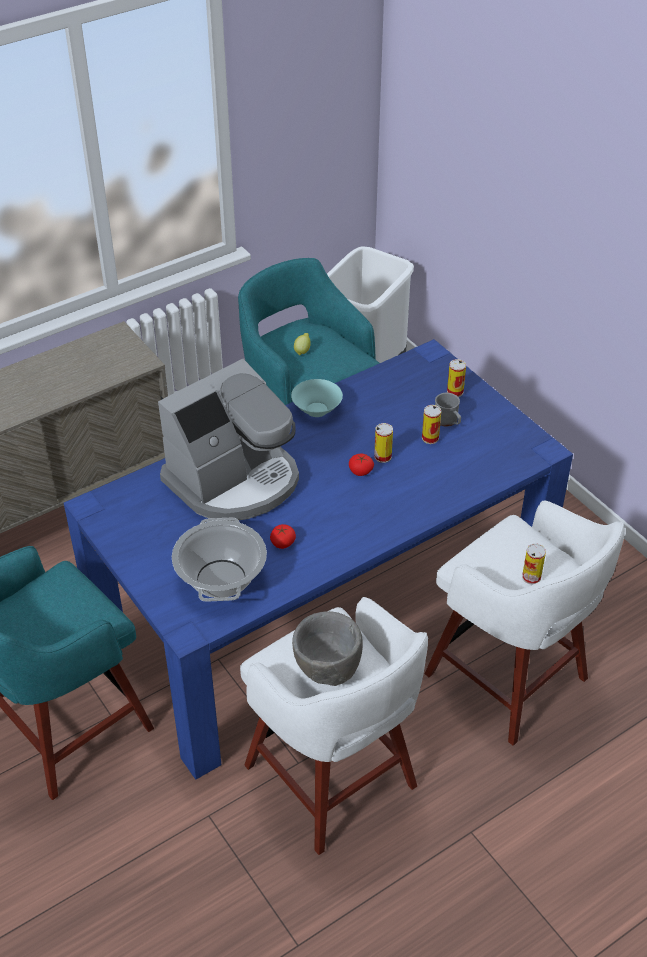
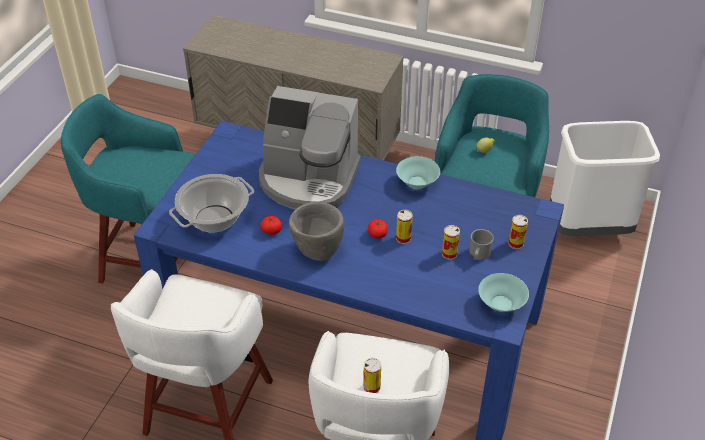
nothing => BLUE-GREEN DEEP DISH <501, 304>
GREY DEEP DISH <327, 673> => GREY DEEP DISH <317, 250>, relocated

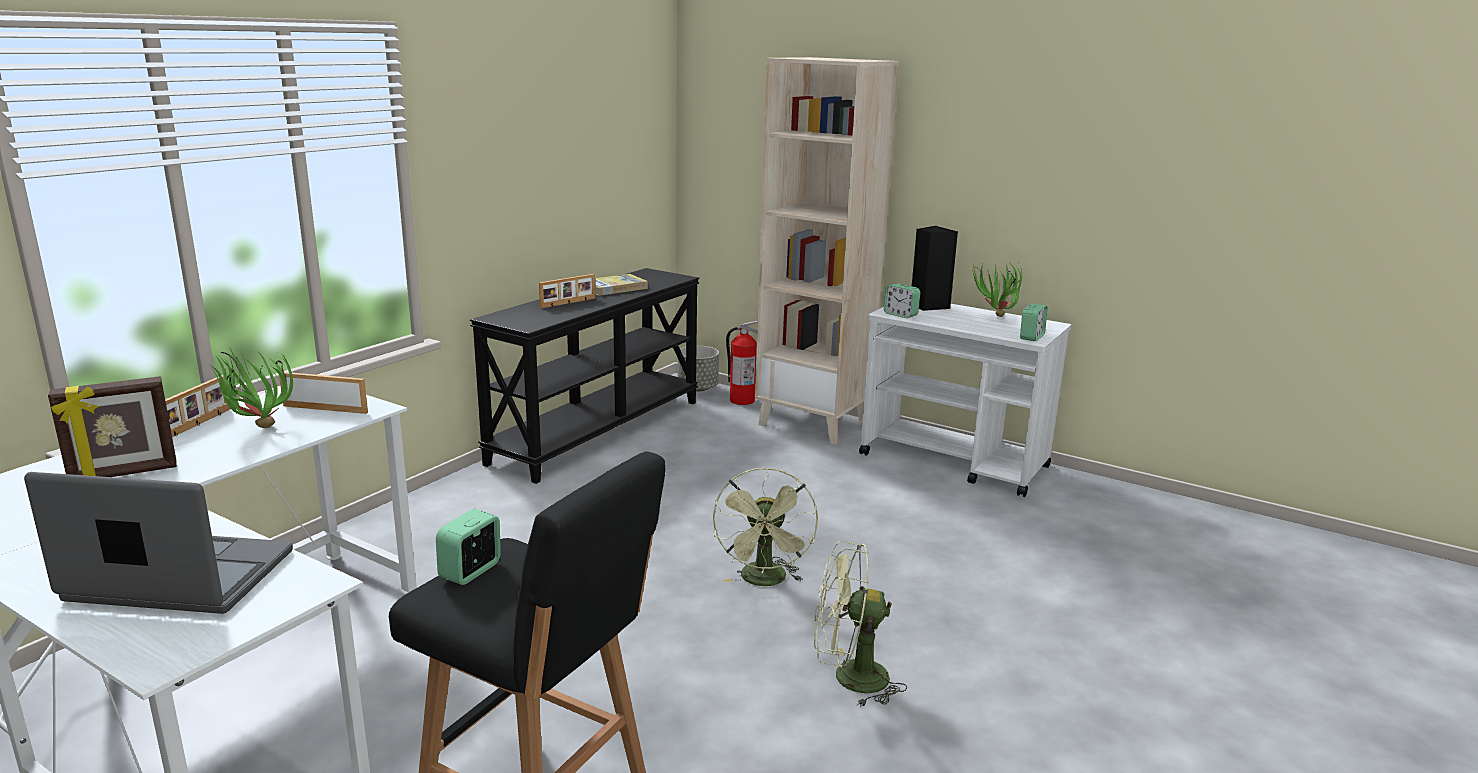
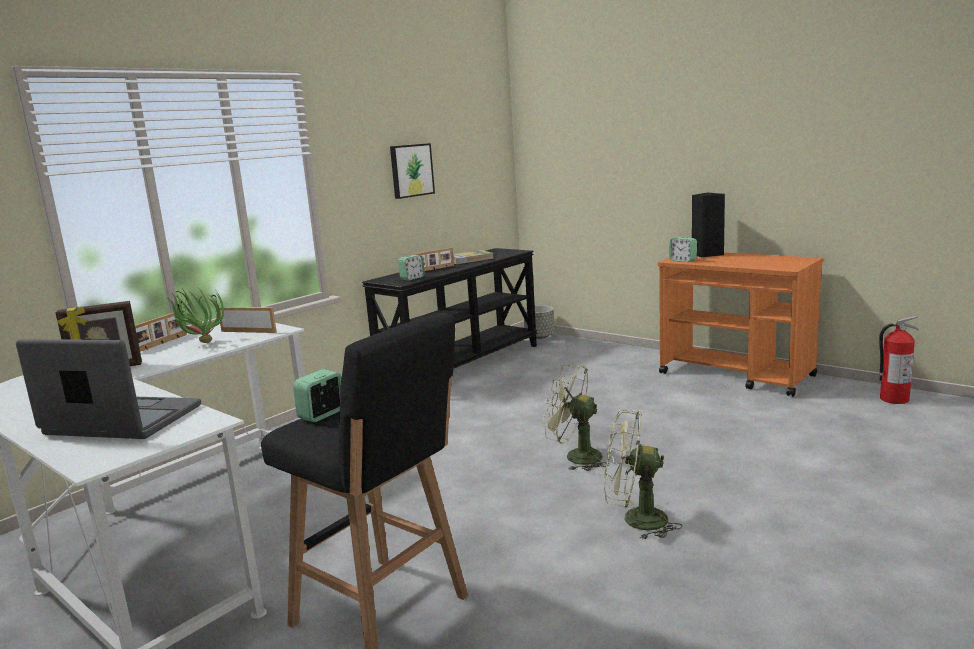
BEIGE-COLOURED BOOKSHELF <814, 423> => nothing
PLANT IN A POT <996, 318> => nothing
nothing => WALL ART <411, 170>
FIRE EXTINGUISHER <741, 400> => FIRE EXTINGUISHER <893, 399>, relocated
TABLE CLOCK <1031, 337> => TABLE CLOCK <412, 278>, relocated
WHITE TROLLEY <955, 461> => ORANGE-COLOURED TROLLEY <737, 375>
GREENISH ELECTRIC FAN <765, 581> => GREENISH ELECTRIC FAN <575, 457>, 105 degrees clockwise

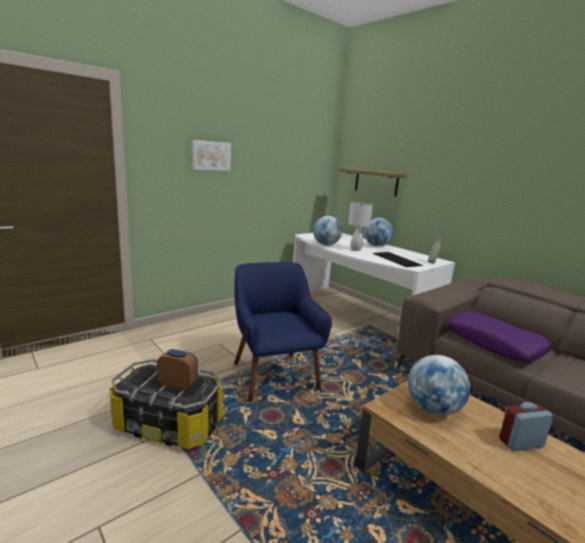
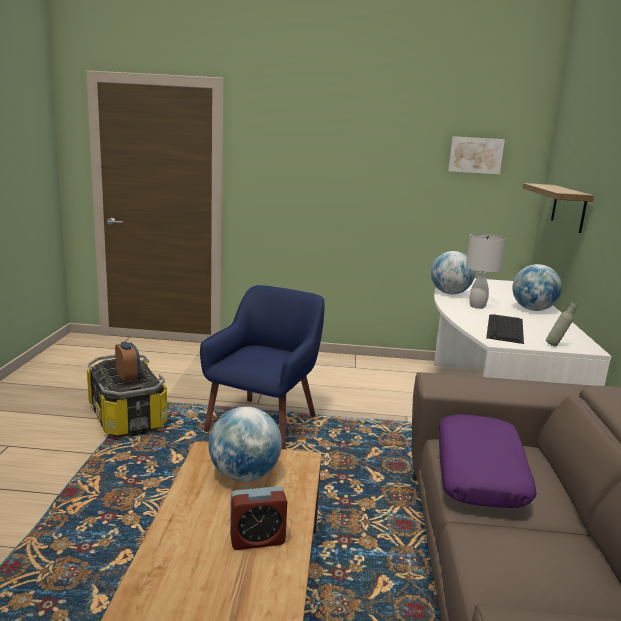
WALL ART <210, 155> => WALL ART <475, 155>, relocated
TABLE CLOCK <521, 443> => TABLE CLOCK <257, 540>, 135 degrees clockwise

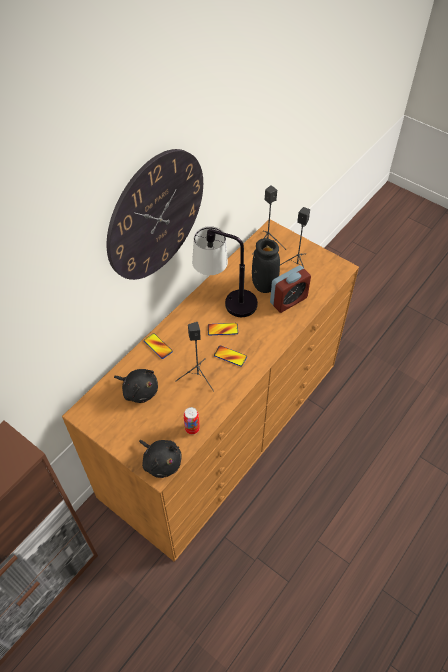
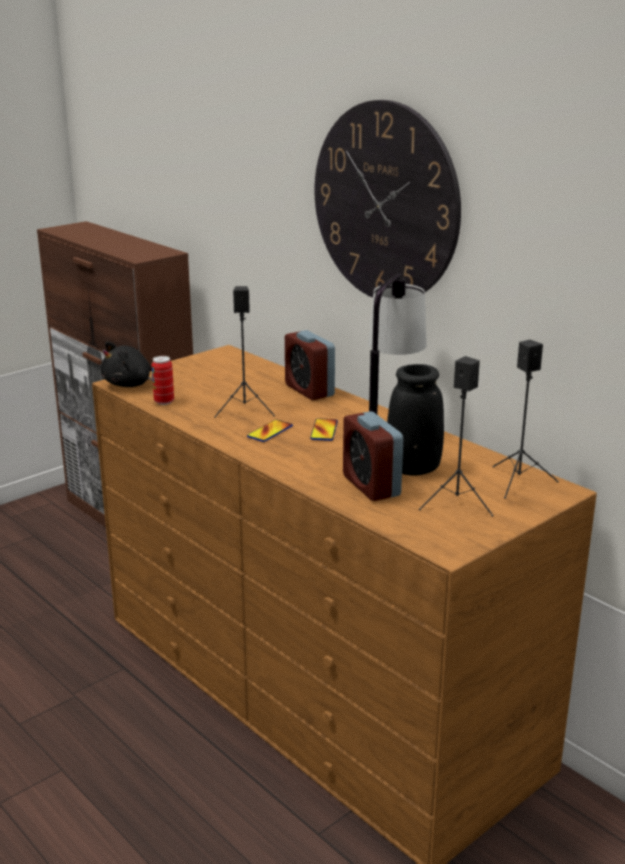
BLACK SOFT TOY <139, 390> => nothing
HANDSET <158, 346> => TABLE CLOCK <309, 390>

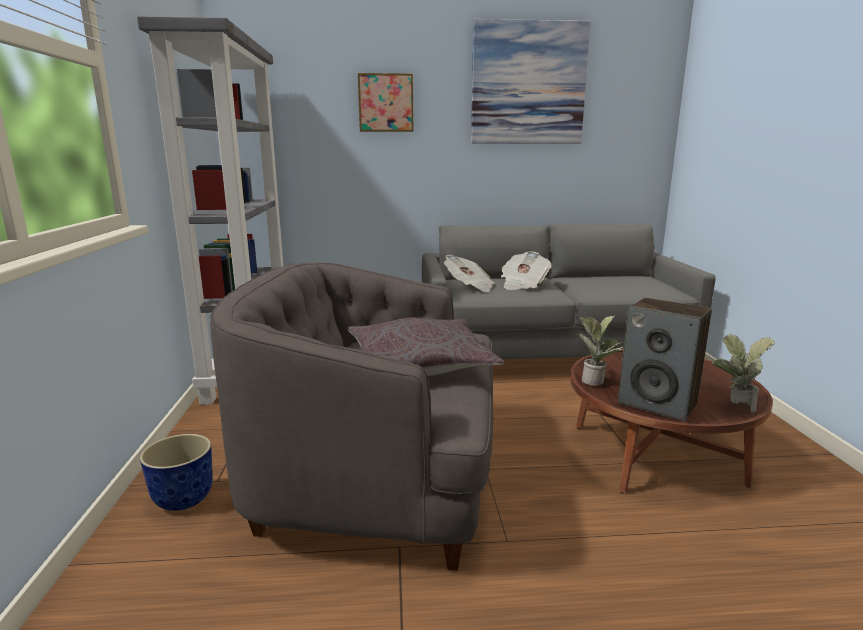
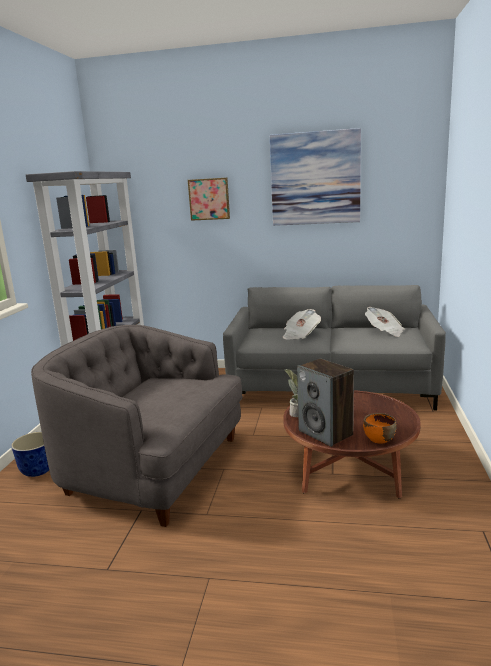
GREY PILLOW <419, 363> => nothing
NEWSPAPER <469, 287> => NEWSPAPER <384, 331>, relocated
PLANT IN A POT <735, 407> => ORANGE-COLOURED DEEP DISH <379, 439>

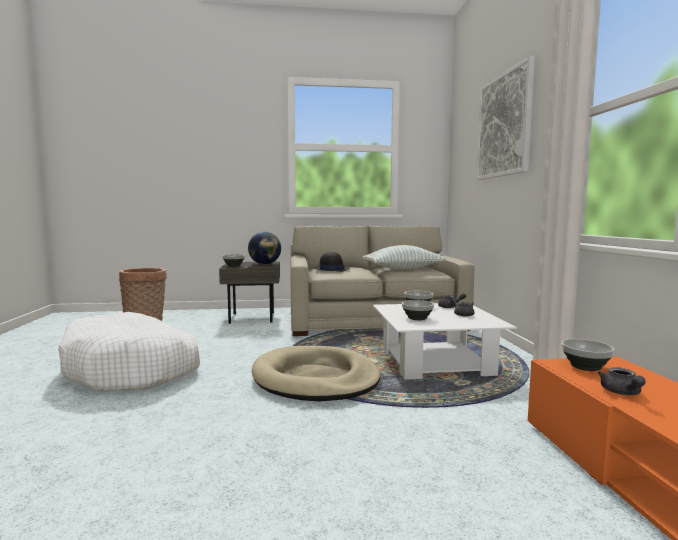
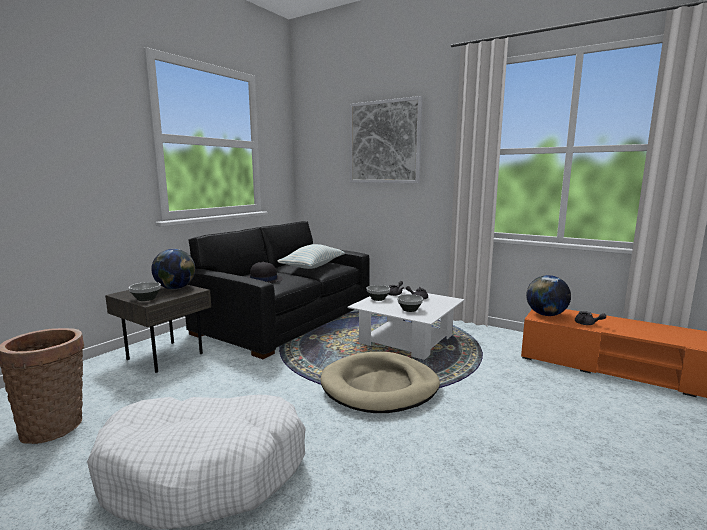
DEEP DISH <585, 366> => DESK GLOBE <546, 315>
BEIGE-COLOURED COUCH <373, 320> => BLACK COUCH <285, 319>

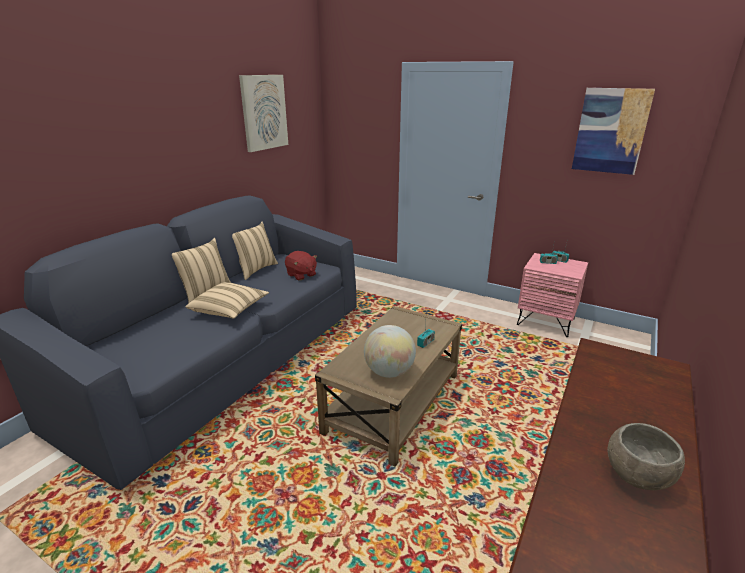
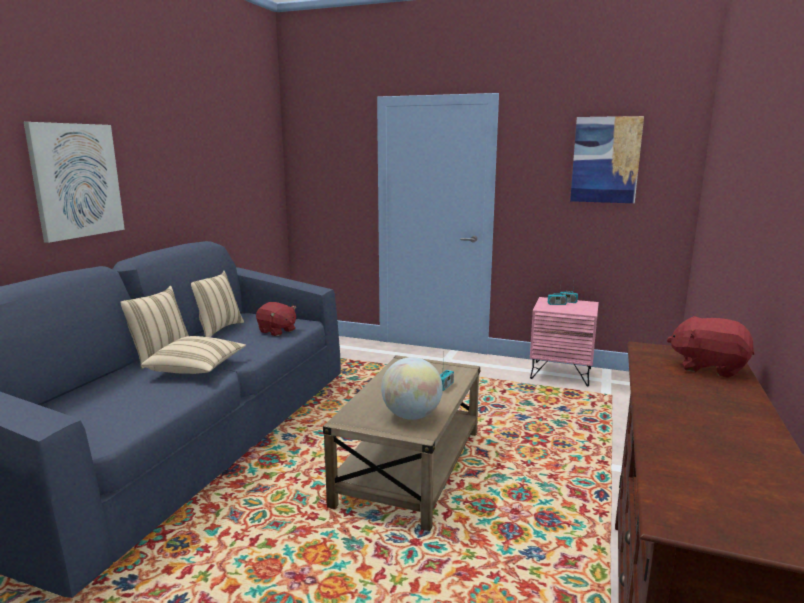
GREY DEEP DISH <637, 476> => nothing
nothing => RED SOFT TOY <708, 367>
WALL ART <264, 112> => WALL ART <76, 180>, relocated

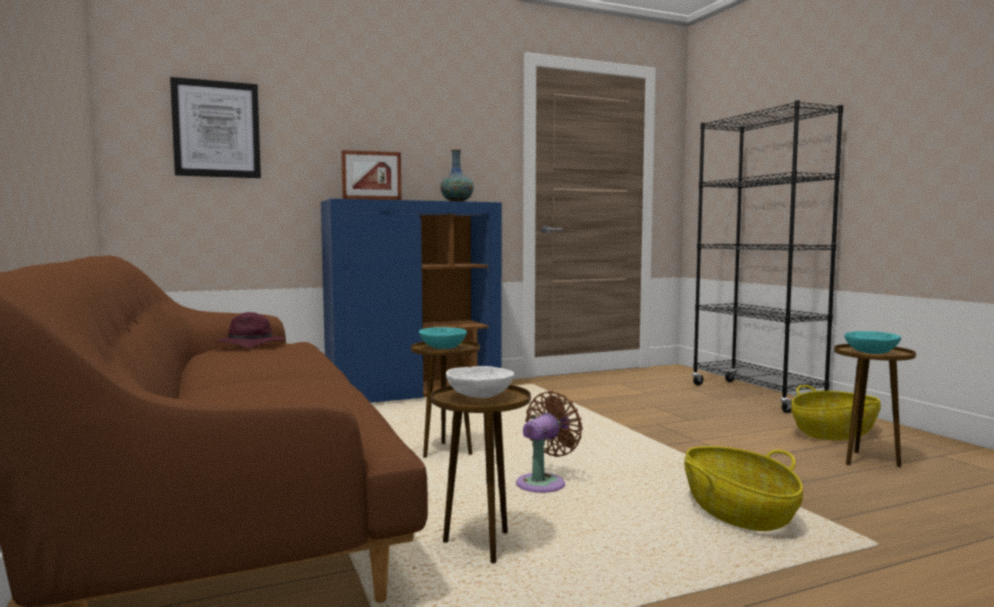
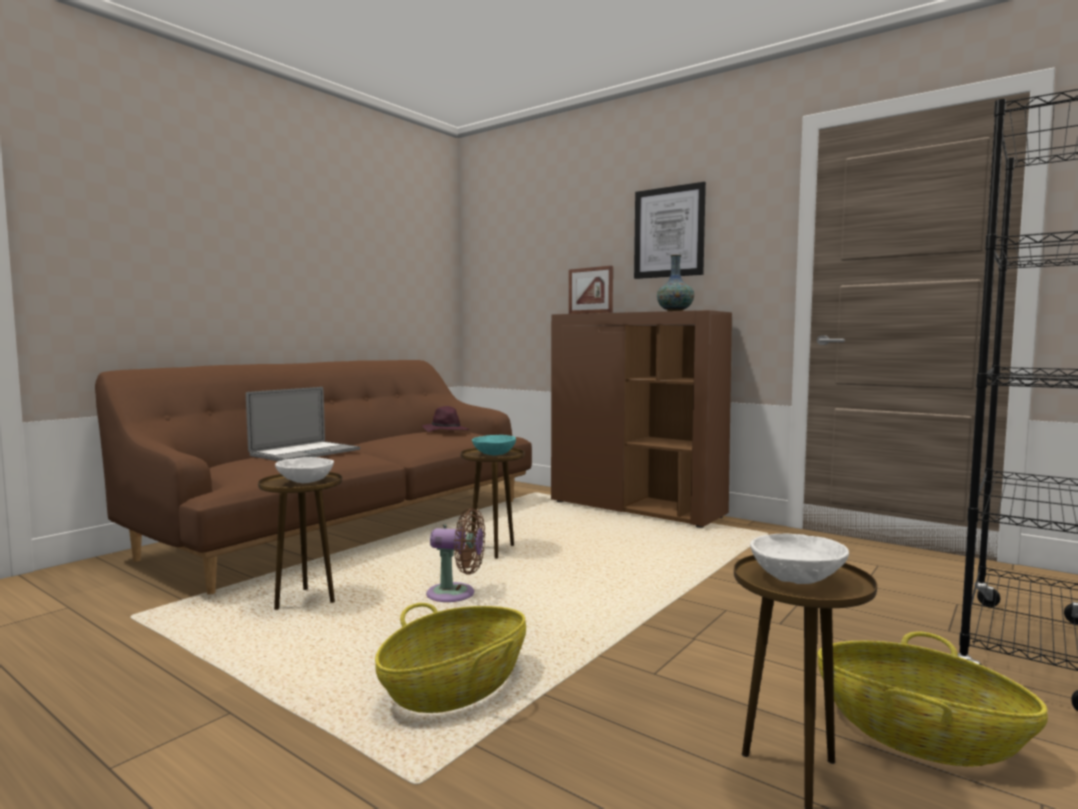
nothing => LAPTOP <305, 452>
WALL ART <216, 129> => WALL ART <669, 232>, relocated
BLUE-COLOURED CABINET <415, 395> => BROWNISH CABINET <637, 509>
BLUE-GREEN DEEP DISH <871, 353> => WHITE DEEP DISH <798, 578>

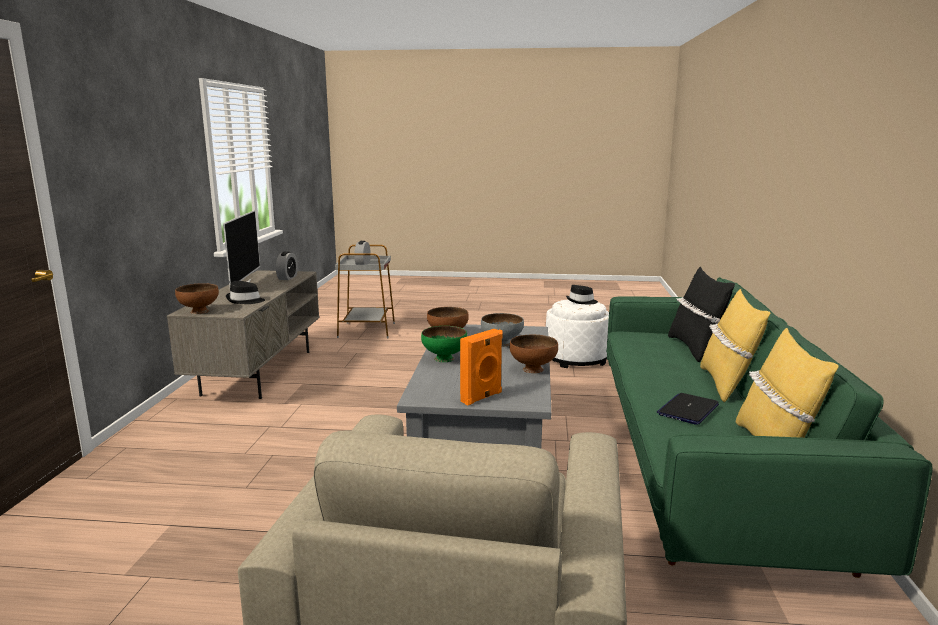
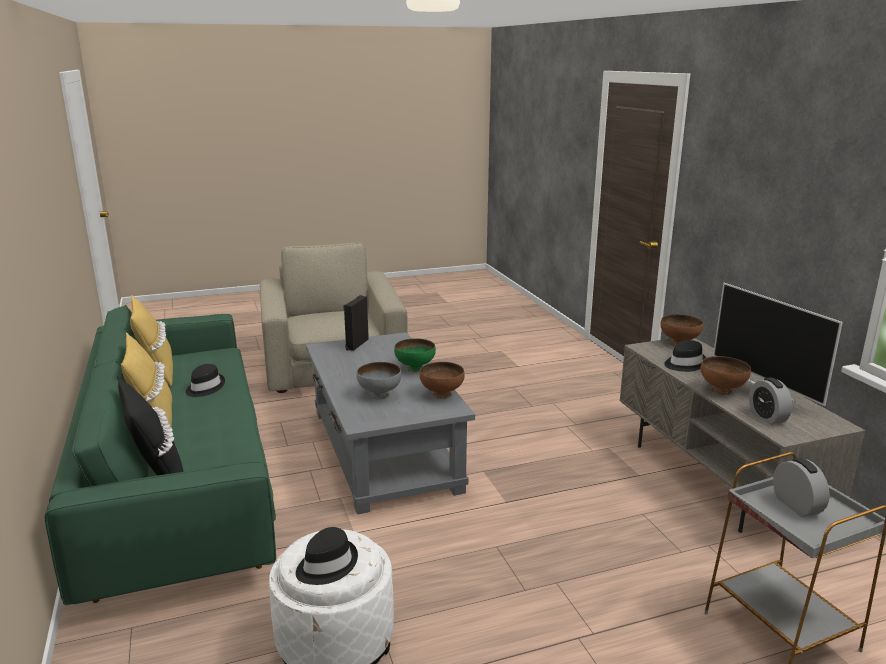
BROWNISH DEEP DISH <533, 369> => BROWNISH DEEP DISH <722, 391>, relocated
LAPTOP <688, 410> => BLACK CLOTHING HAT <204, 388>
ORANGE-COLOURED AUDIO SPEAKER <482, 397> => BLACK AUDIO SPEAKER <356, 344>

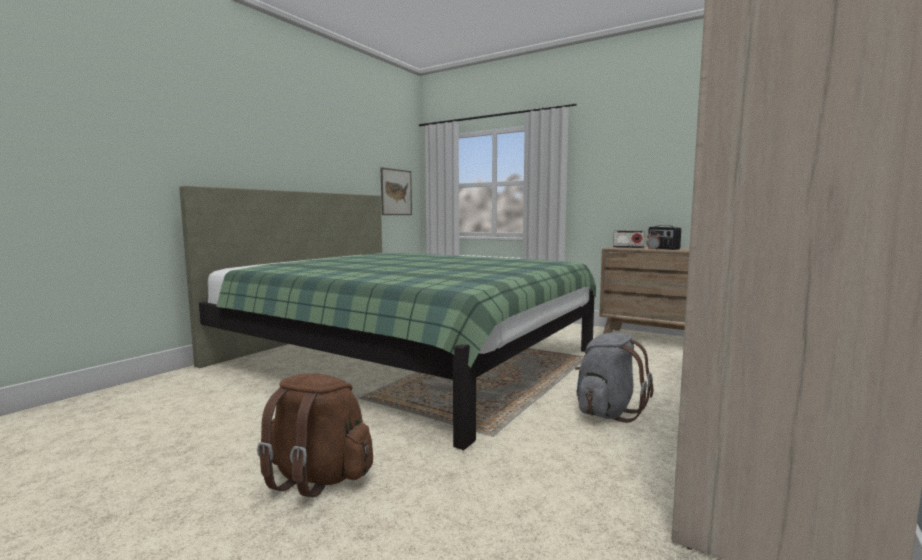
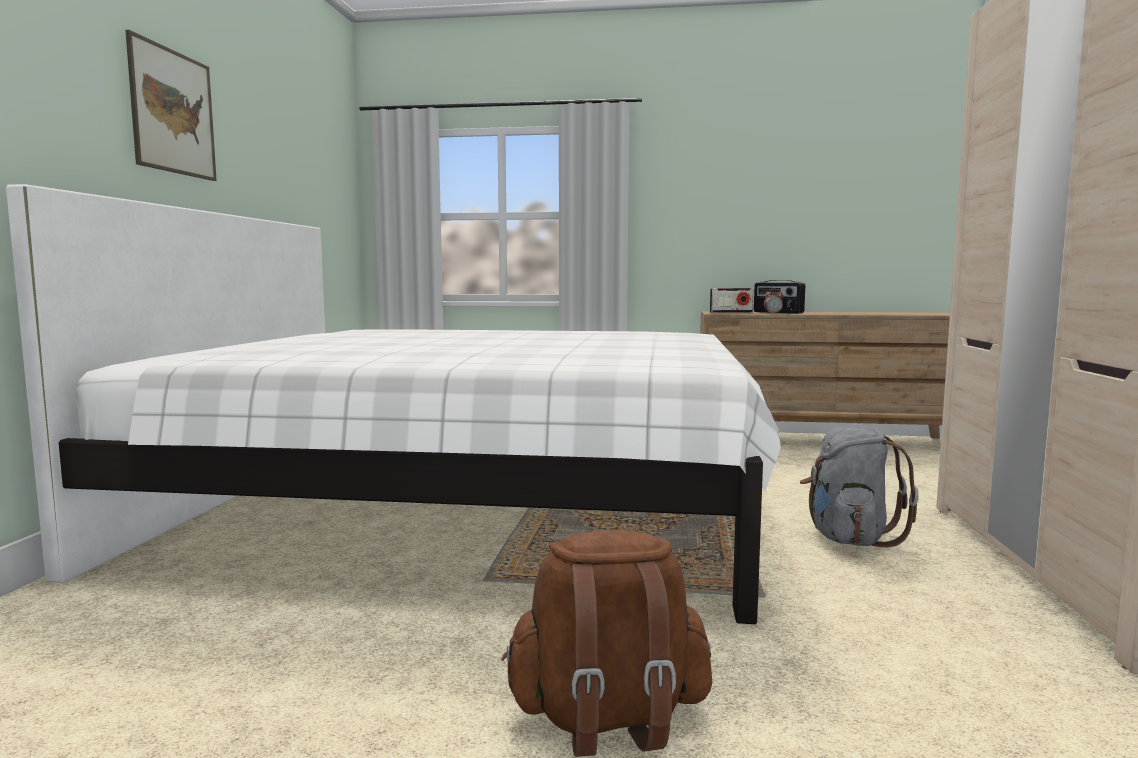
WALL ART <396, 192> => WALL ART <173, 112>, relocated
GREENISH BEDROOM BED <405, 358> => WHITE BEDROOM BED <466, 507>

